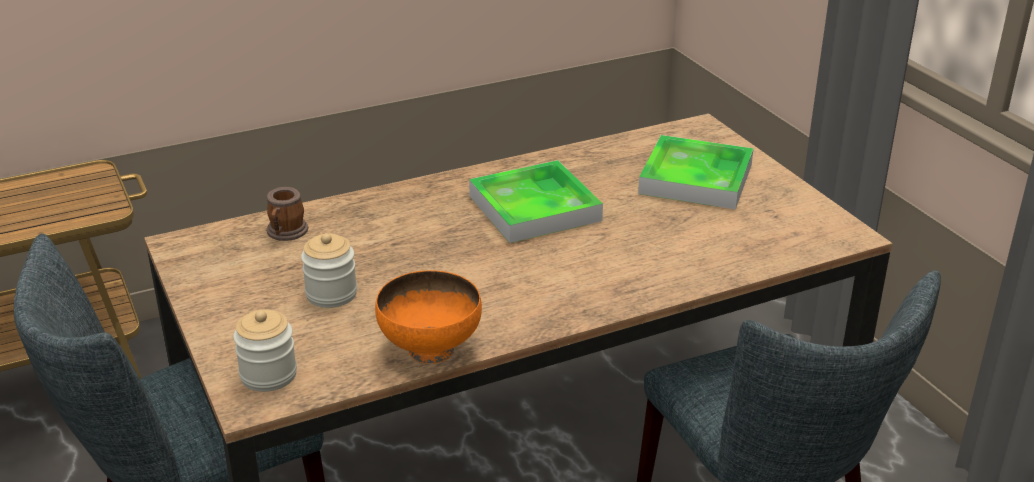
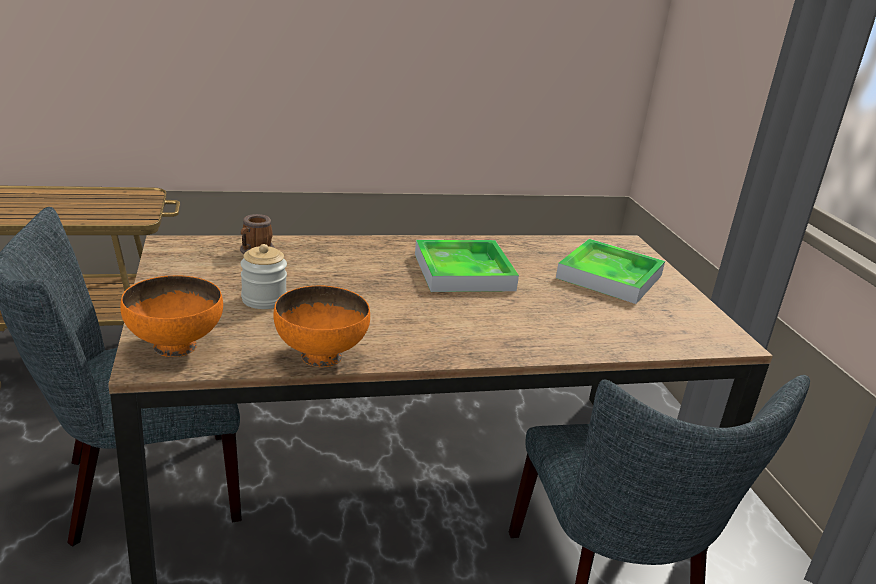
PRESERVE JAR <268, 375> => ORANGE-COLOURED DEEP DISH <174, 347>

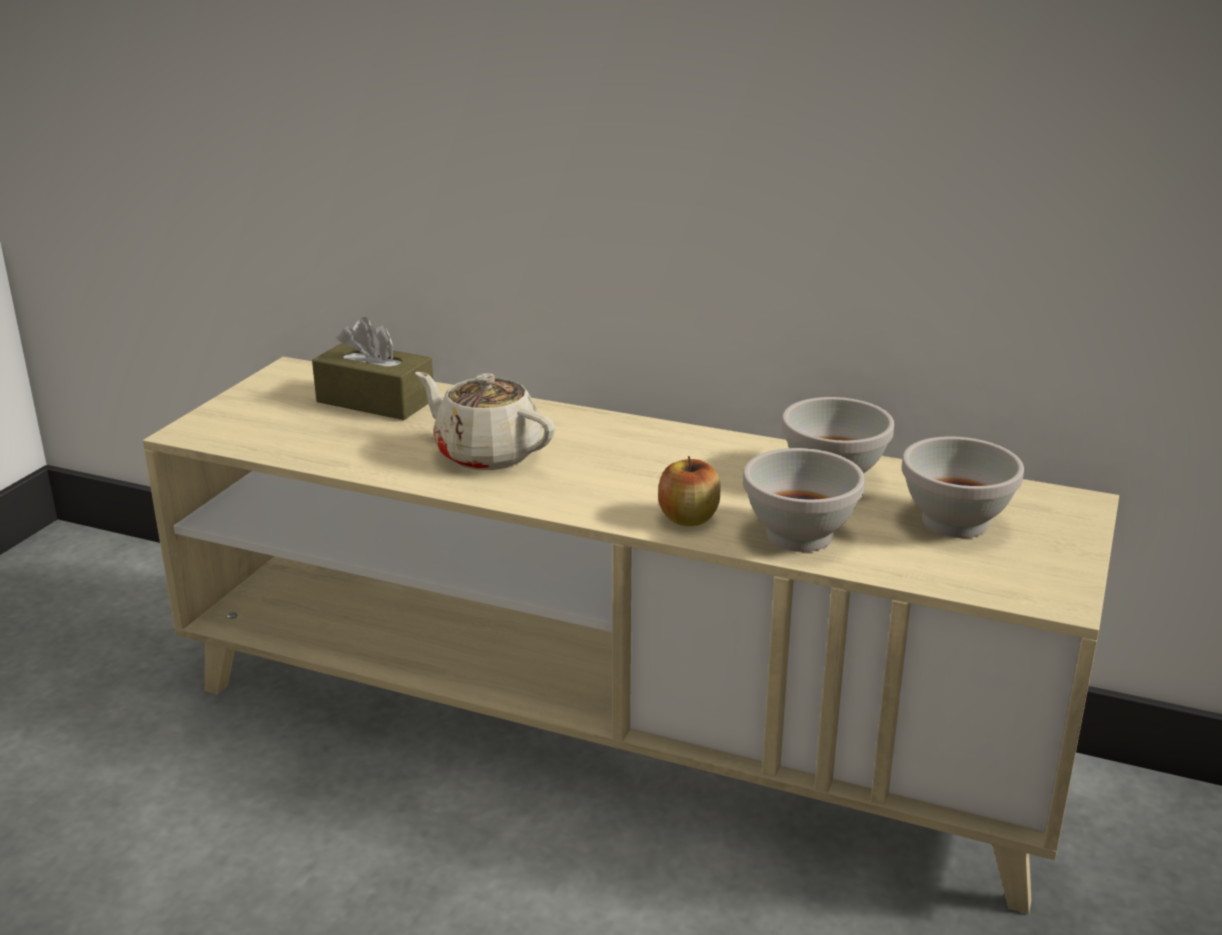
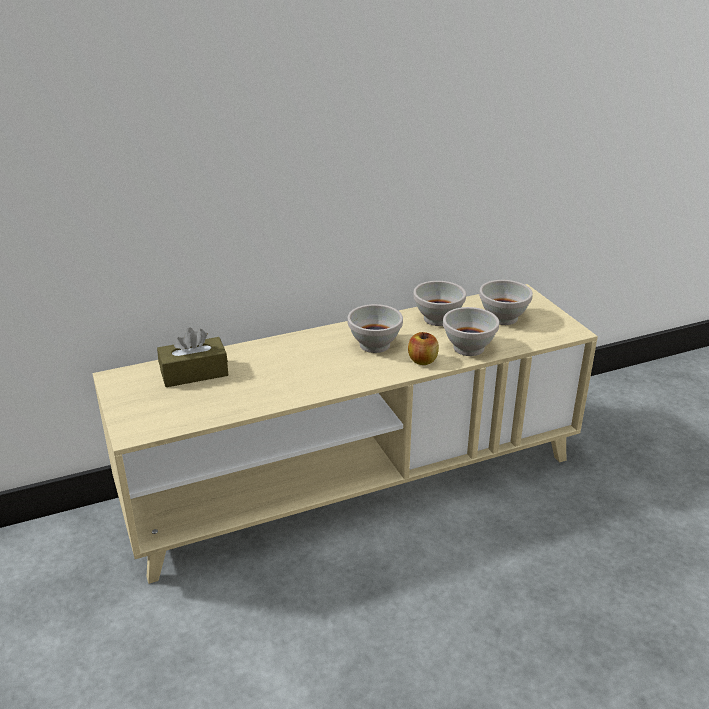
BEIGE-COLOURED POT FOR TEA <486, 453> => nothing
nothing => WHITE DEEP DISH <373, 345>

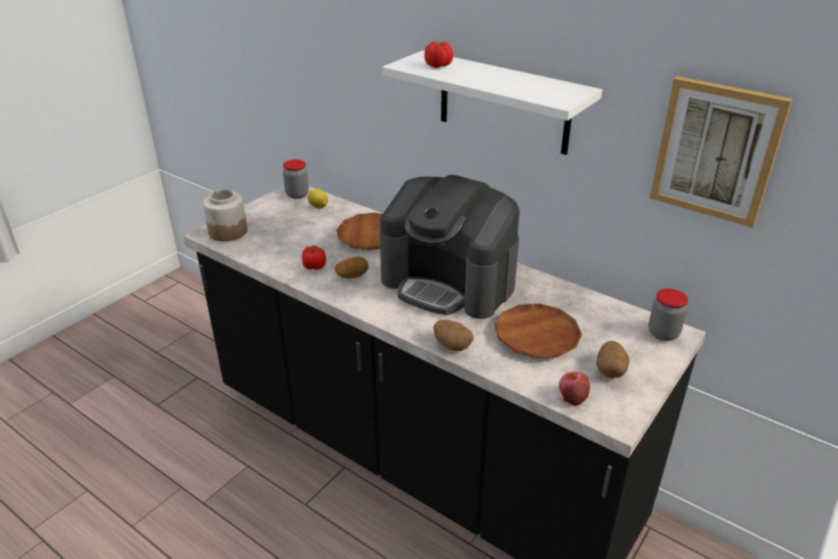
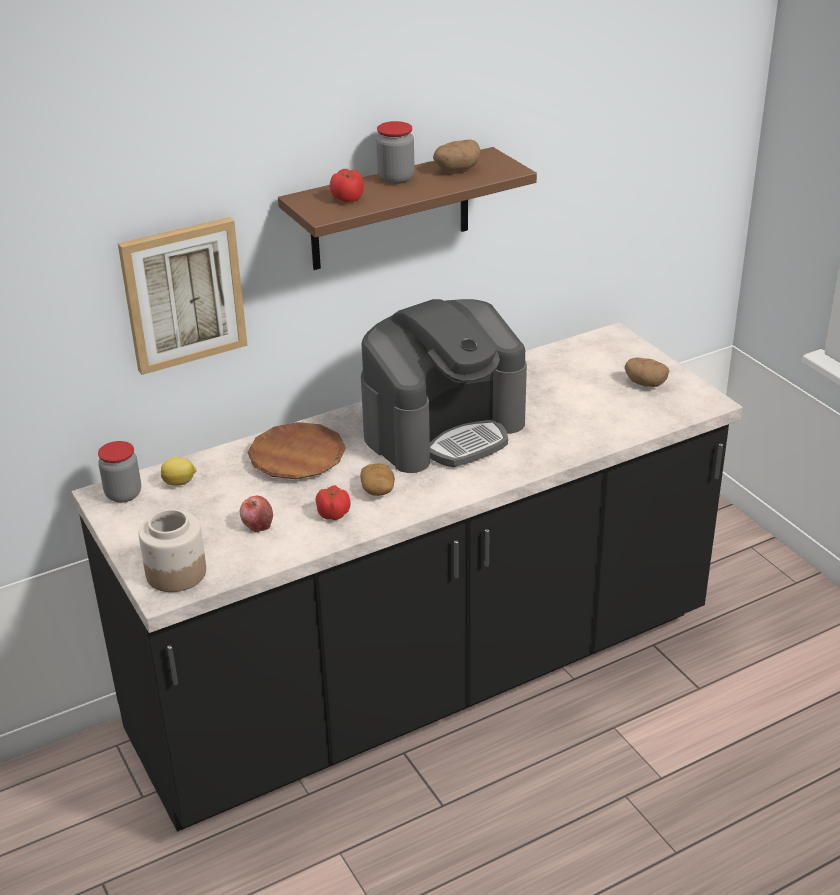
BROWNISH DINNER PLATE <536, 336> => nothing
WHOLE POTATO <452, 345> => WHOLE POTATO <456, 170>, relocated
APPLE FRUIT <572, 397> => APPLE FRUIT <257, 525>, relocated
PRESERVE JAR <663, 333> => PRESERVE JAR <396, 178>, relocated
WALL ART <717, 150> => WALL ART <183, 294>, relocated
WHITE BRACKET SHELF <503, 103> => BROWNISH BRACKET SHELF <390, 210>

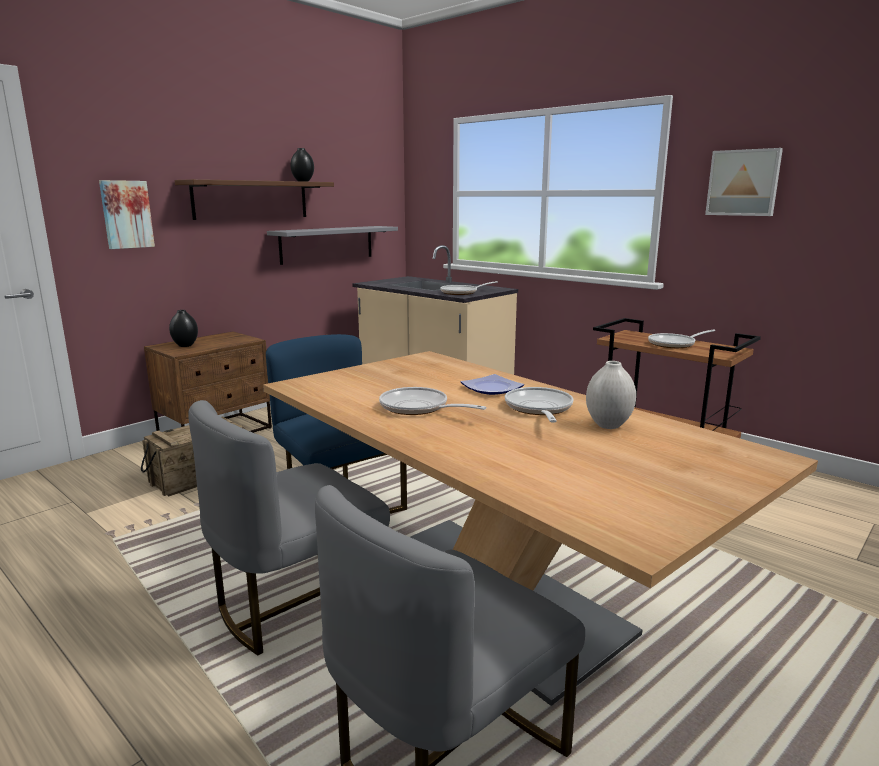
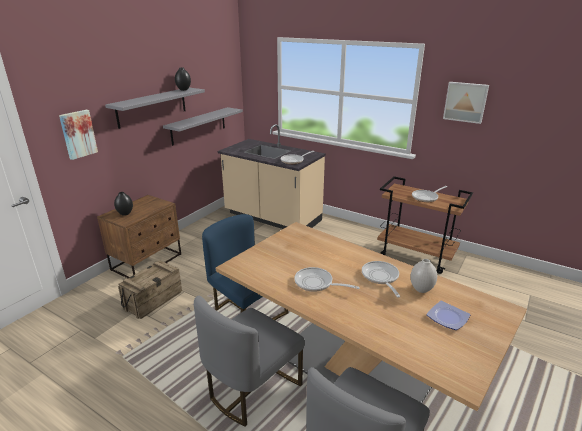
DINNER PLATE <491, 389> => DINNER PLATE <448, 318>, relocated
BROWNISH BRACKET SHELF <251, 200> => GREY BRACKET SHELF <152, 107>

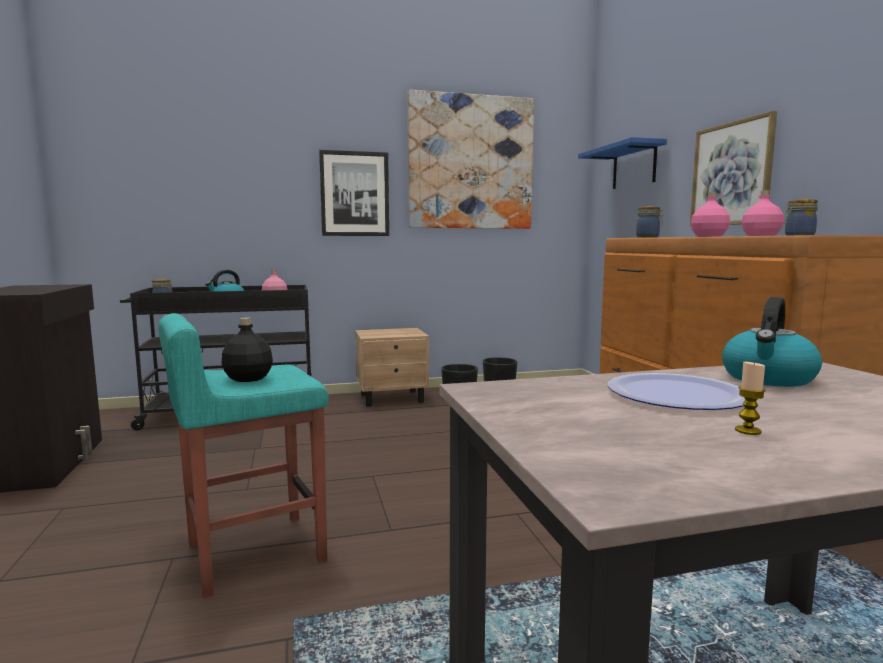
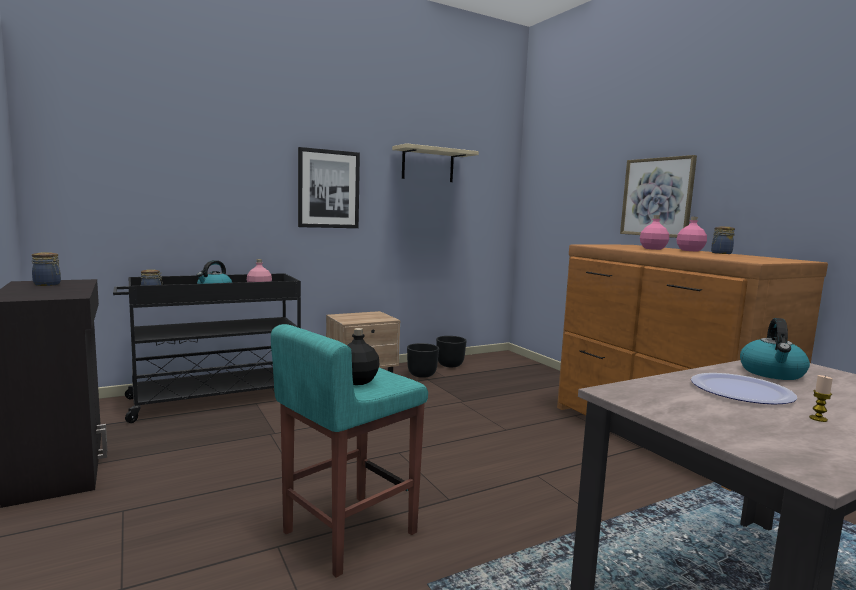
BLUE-COLOURED BRACKET SHELF <634, 166> => nothing
PRESERVE JAR <648, 237> => PRESERVE JAR <48, 284>, relocated
WALL ART <470, 163> => BEIGE-COLOURED BRACKET SHELF <428, 165>

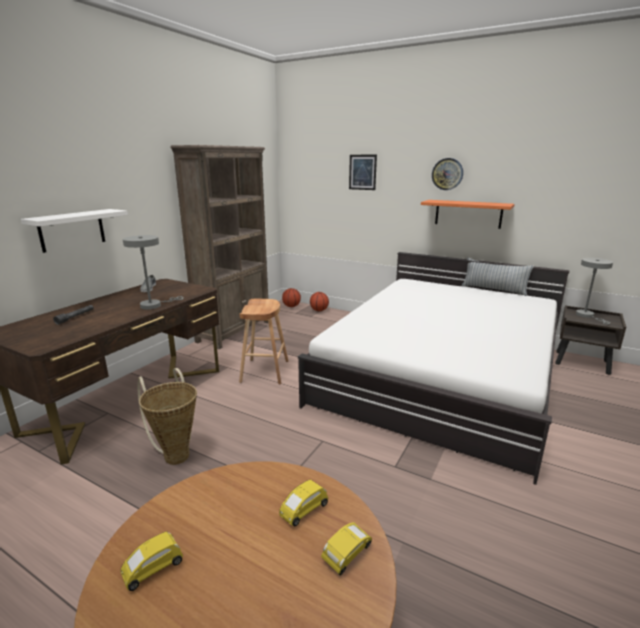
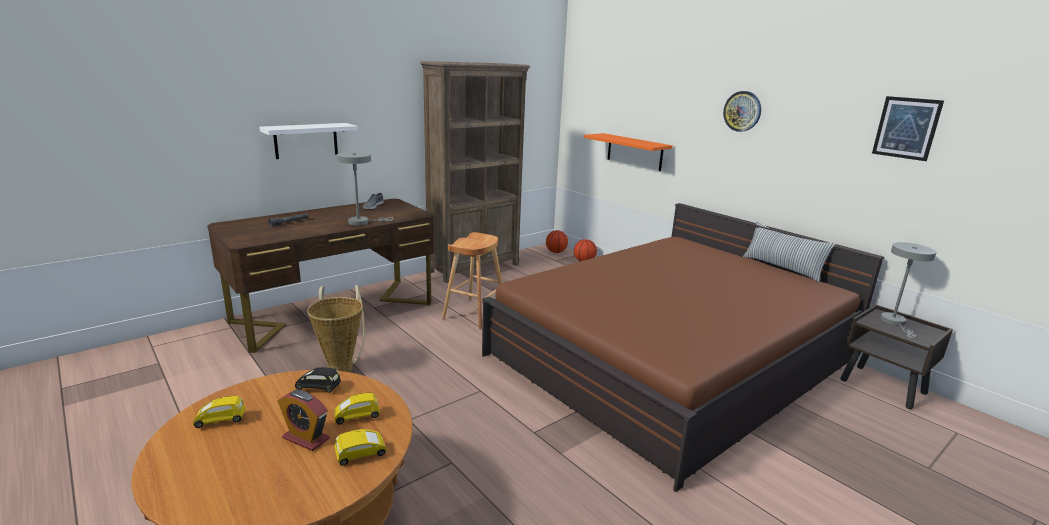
nothing => TABLE CLOCK <306, 438>
nothing => BLACK MINIATURE CAR <319, 388>
WALL ART <362, 172> => WALL ART <906, 128>, relocated
ORANGE-COLOURED BRACKET SHELF <468, 214> => ORANGE-COLOURED BRACKET SHELF <634, 152>, relocated
WHITE BEDROOM BED <442, 374> => BROWNISH BEDROOM BED <671, 359>

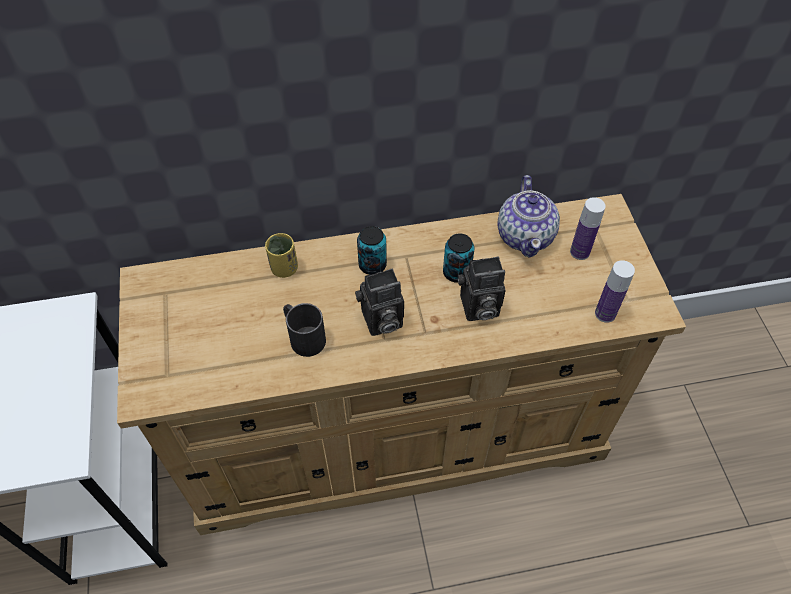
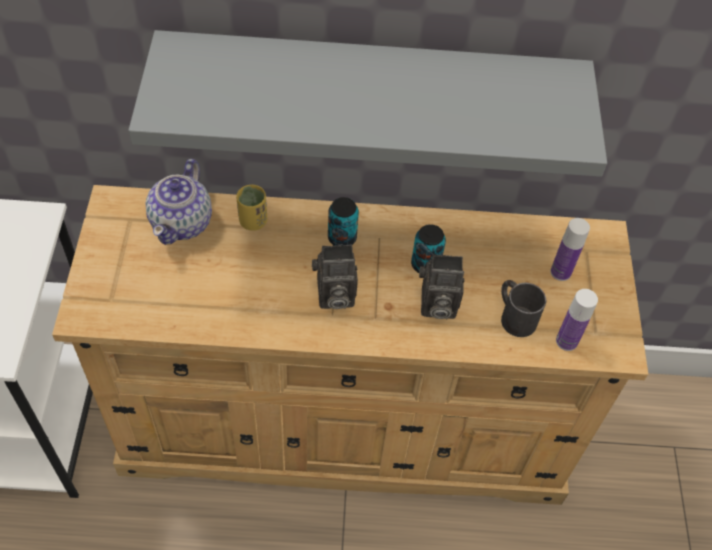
nothing => GREY BRACKET SHELF <370, 87>
BLACK COFFEE MUG <303, 336> => BLACK COFFEE MUG <514, 315>, relocated
POT FOR TEA <525, 236> => POT FOR TEA <182, 222>, relocated

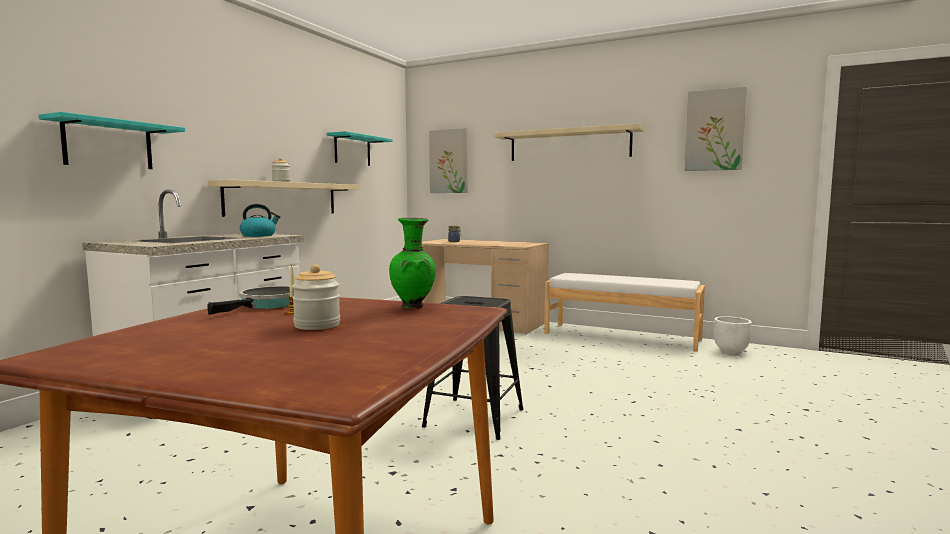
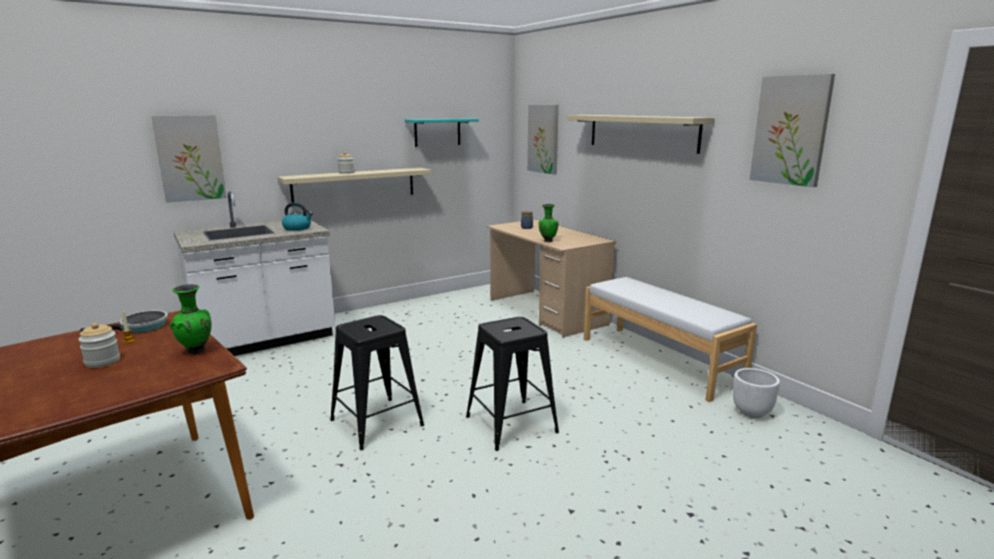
nothing => BLACK STOOL <511, 425>
nothing => GREENISH FLOWER VASE <547, 241>
BLUE-GREEN BRACKET SHELF <108, 145> => WALL ART <190, 158>

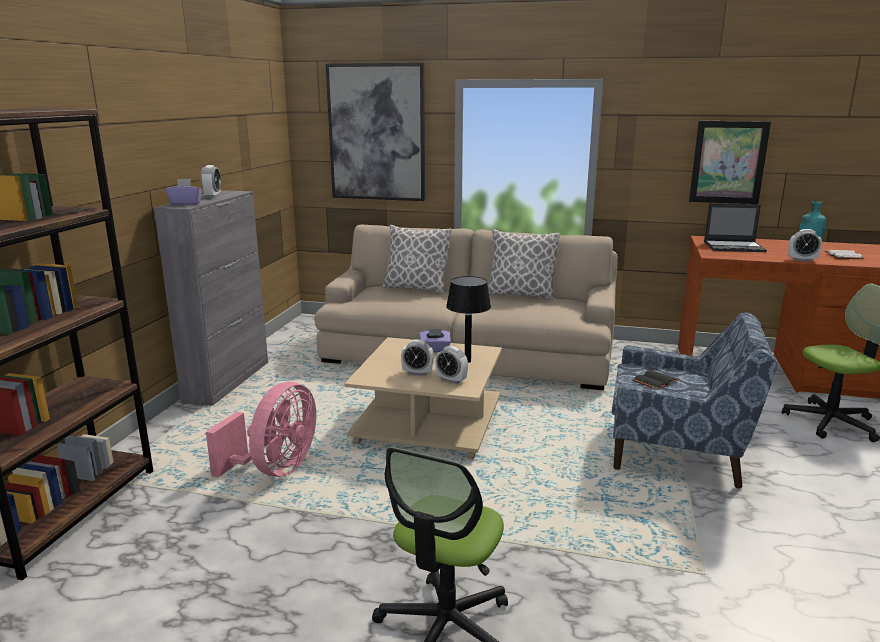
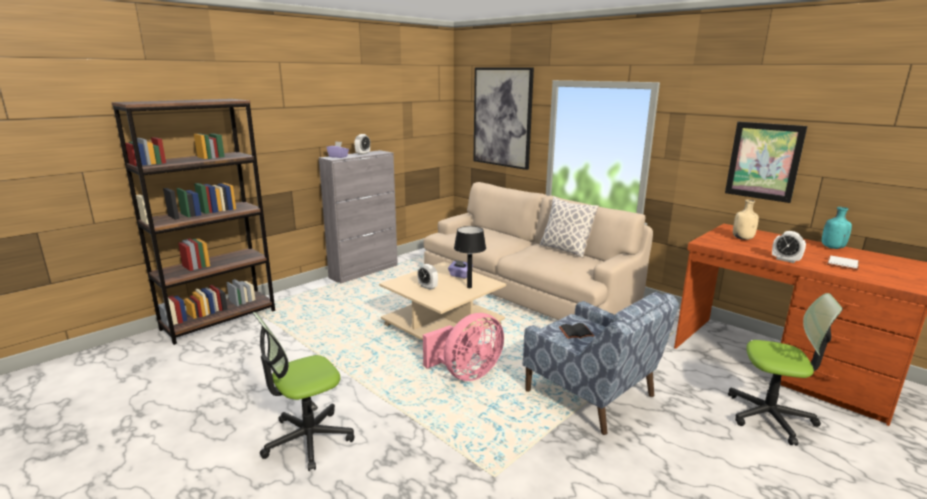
PILLOW <416, 289> => nothing
TABLE CLOCK <451, 380> => nothing
PINK-COLOURED ELECTRIC FAN <275, 469> => PINK-COLOURED ELECTRIC FAN <466, 374>, relocated
LAPTOP <734, 247> => BEIGE-COLOURED DRINK BOTTLE <743, 238>

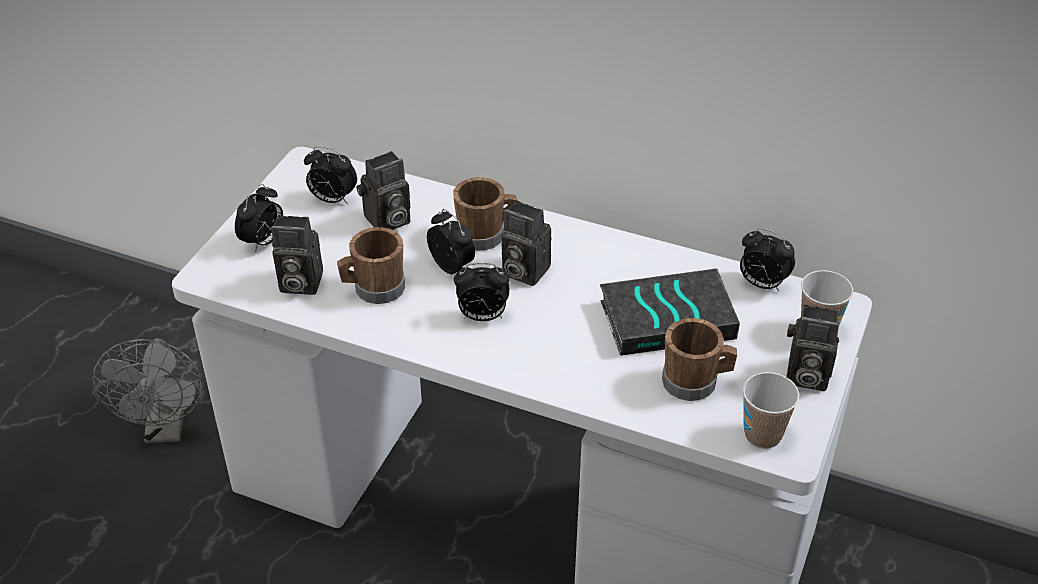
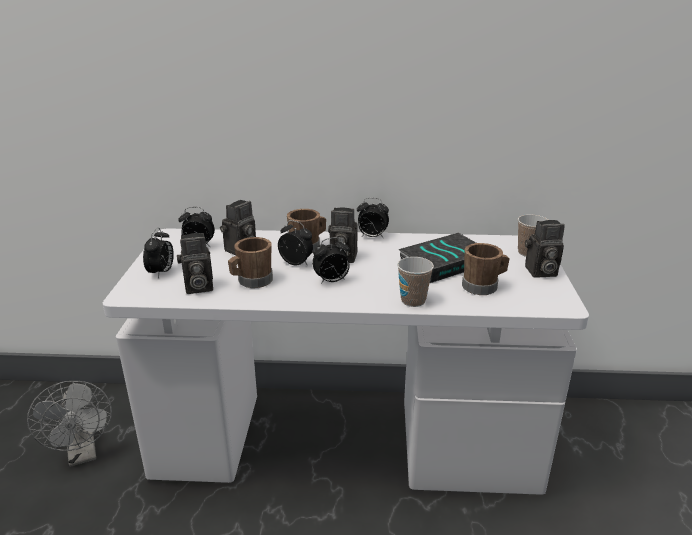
TABLE CLOCK <761, 284> => TABLE CLOCK <372, 237>, relocated
DRINKING CUP <762, 435> => DRINKING CUP <413, 301>, relocated

